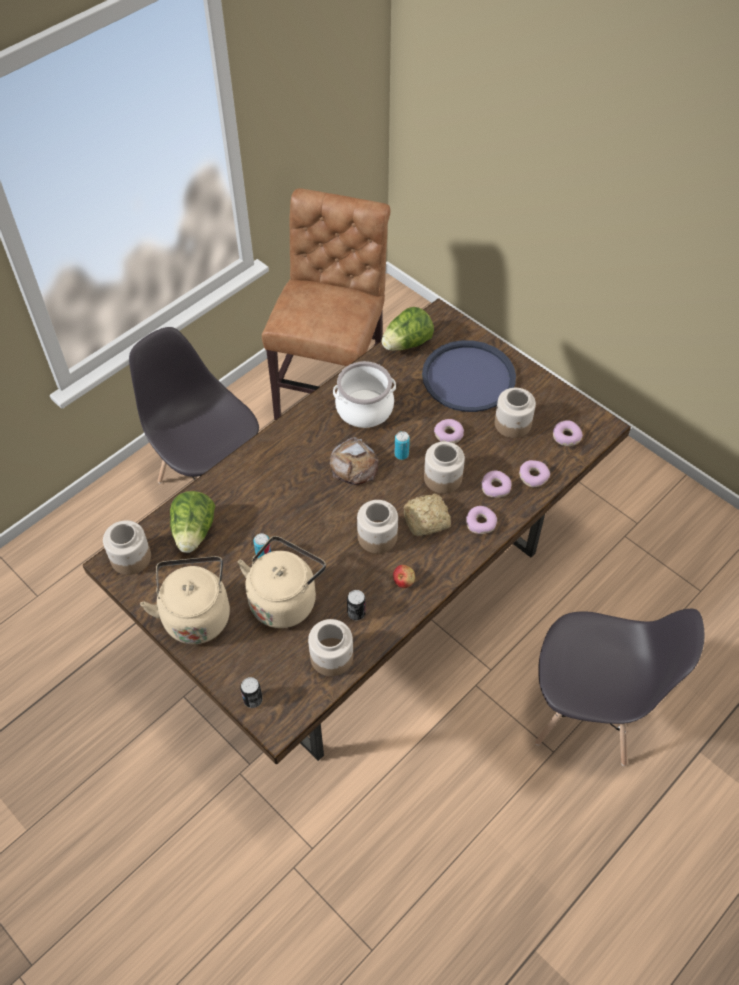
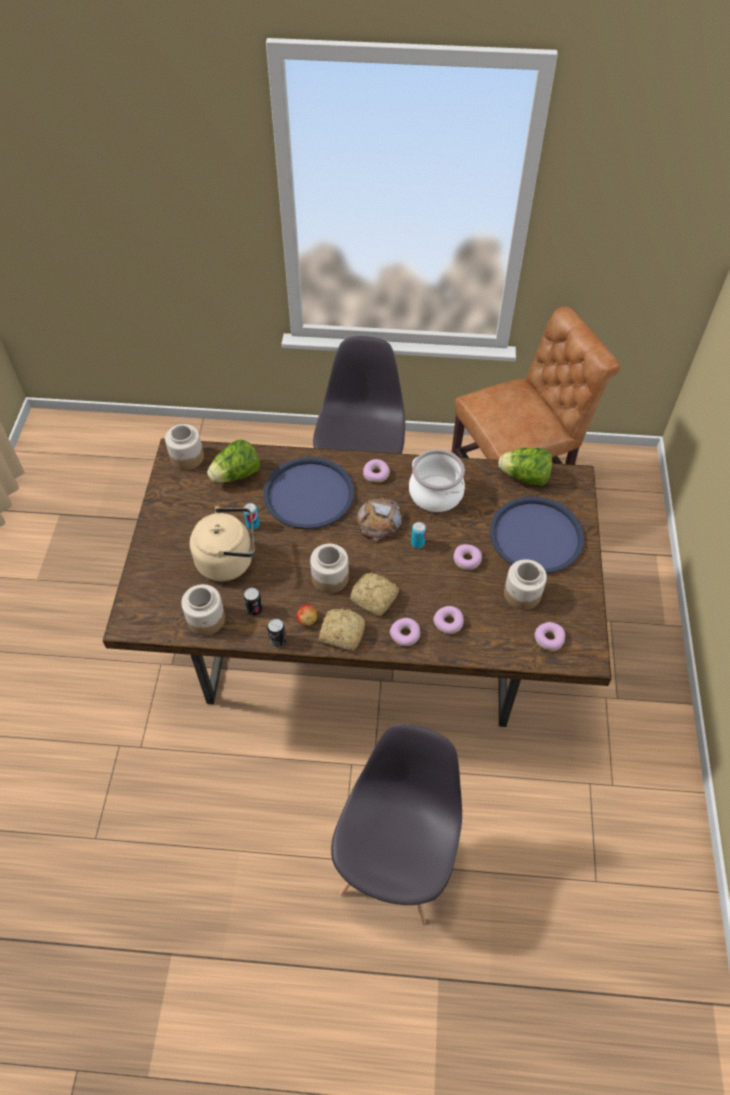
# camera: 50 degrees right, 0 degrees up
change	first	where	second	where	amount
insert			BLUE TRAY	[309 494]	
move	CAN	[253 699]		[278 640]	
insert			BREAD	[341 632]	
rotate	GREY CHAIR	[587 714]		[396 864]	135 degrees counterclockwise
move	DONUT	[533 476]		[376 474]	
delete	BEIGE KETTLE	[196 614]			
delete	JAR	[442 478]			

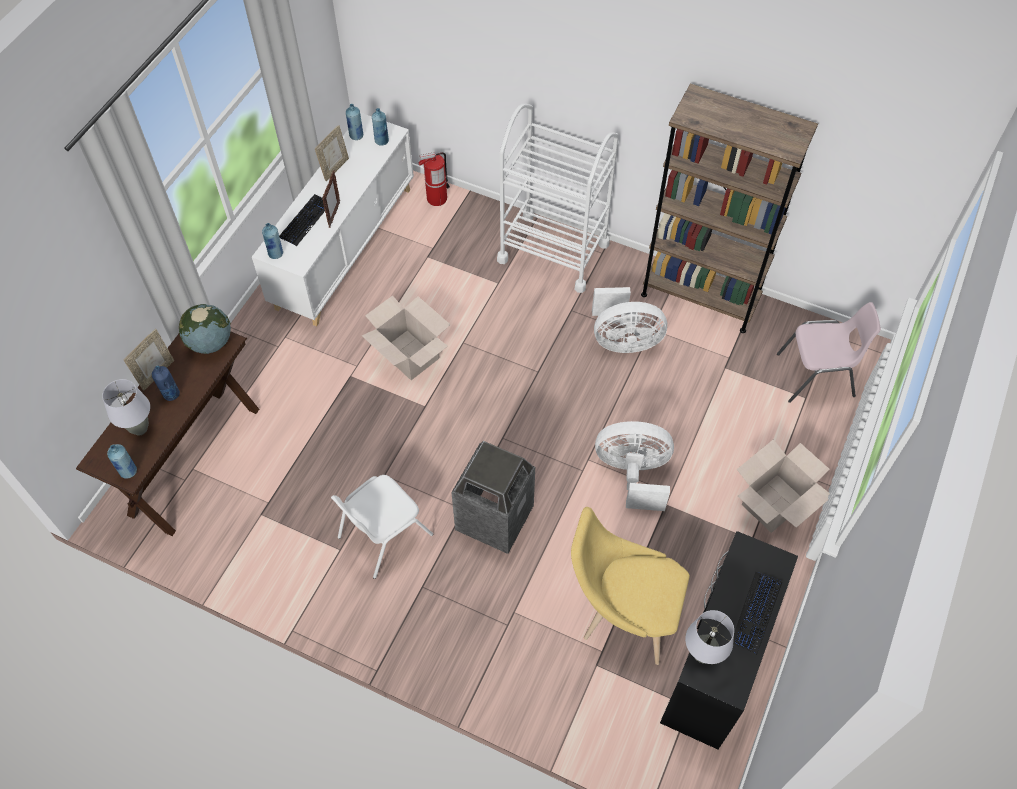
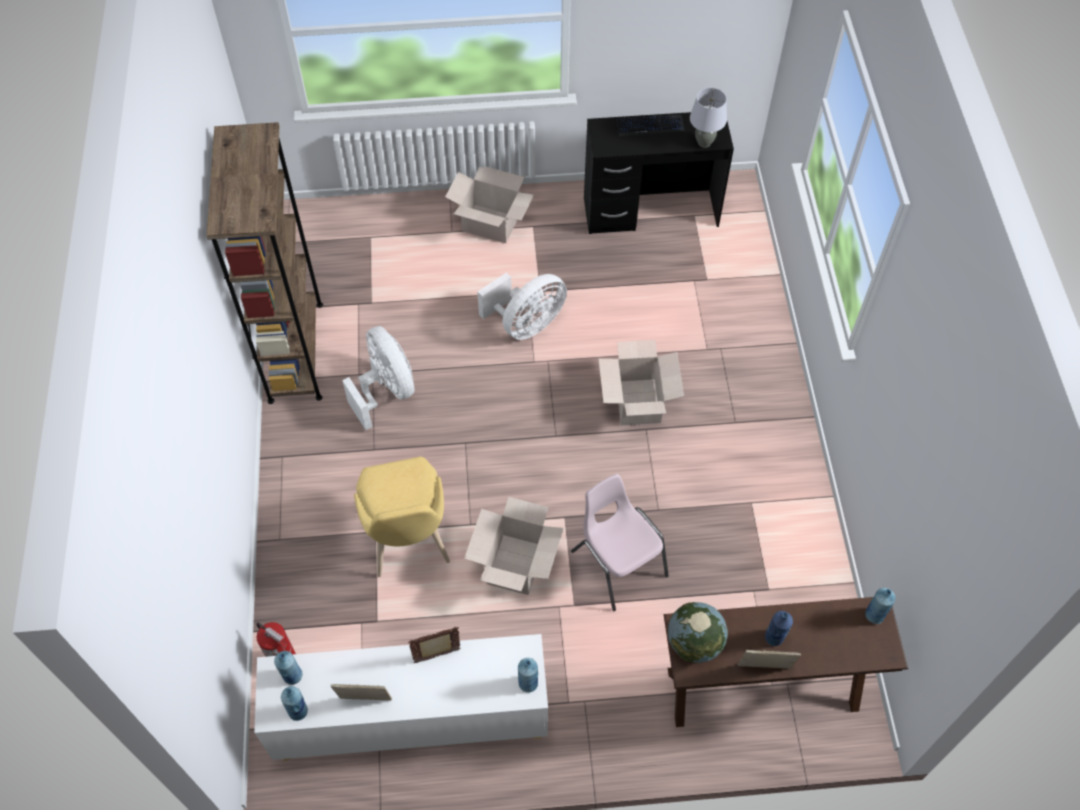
# camera: 120 degrees left, 0 degrees up
change	first	where	second	where	amount
move	YELLOW CHAIR	[622 614]		[408 542]	
rotate	WHITE FAN	[633 474]		[526 324]	105 degrees counterclockwise
move	PINK CHAIR	[817 376]		[618 562]	
replace	TRASH CAN	[494 519]	CARDBOARD BOX	[638 402]	
delete	GREY TABLE LAMP	[140 429]			
delete	KEYBOARD	[305 220]			
delete	WHITE CHAIR	[383 536]			
delete	WHITE CART	[553 252]			

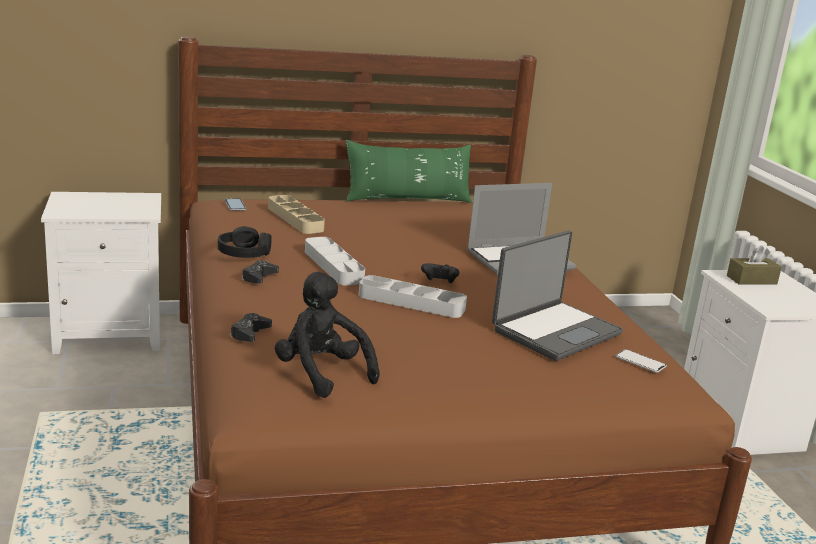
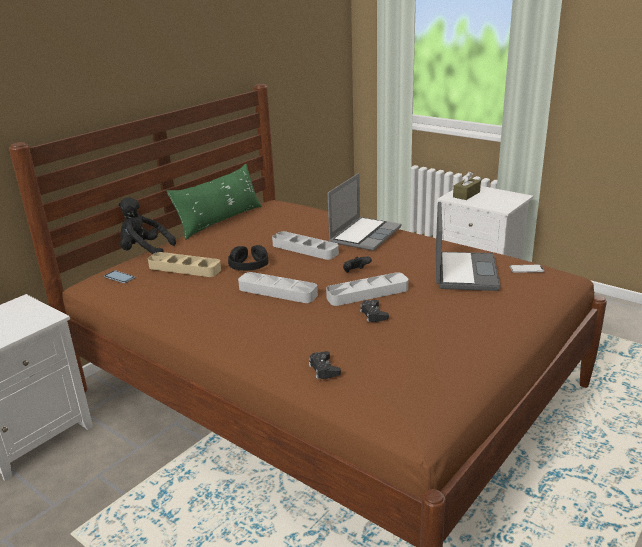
# camera: 35 degrees left, 5 degrees up
change	first	where	second	where	amount
move	BLACK PLUSH TOY	[321 374]		[144 251]	
move	BLACK HEADPHONES	[244 253]		[249 265]	
insert			GREY TRAY	[305 249]	
move	BLACK GAME CONTROLLER	[259 277]		[373 314]	

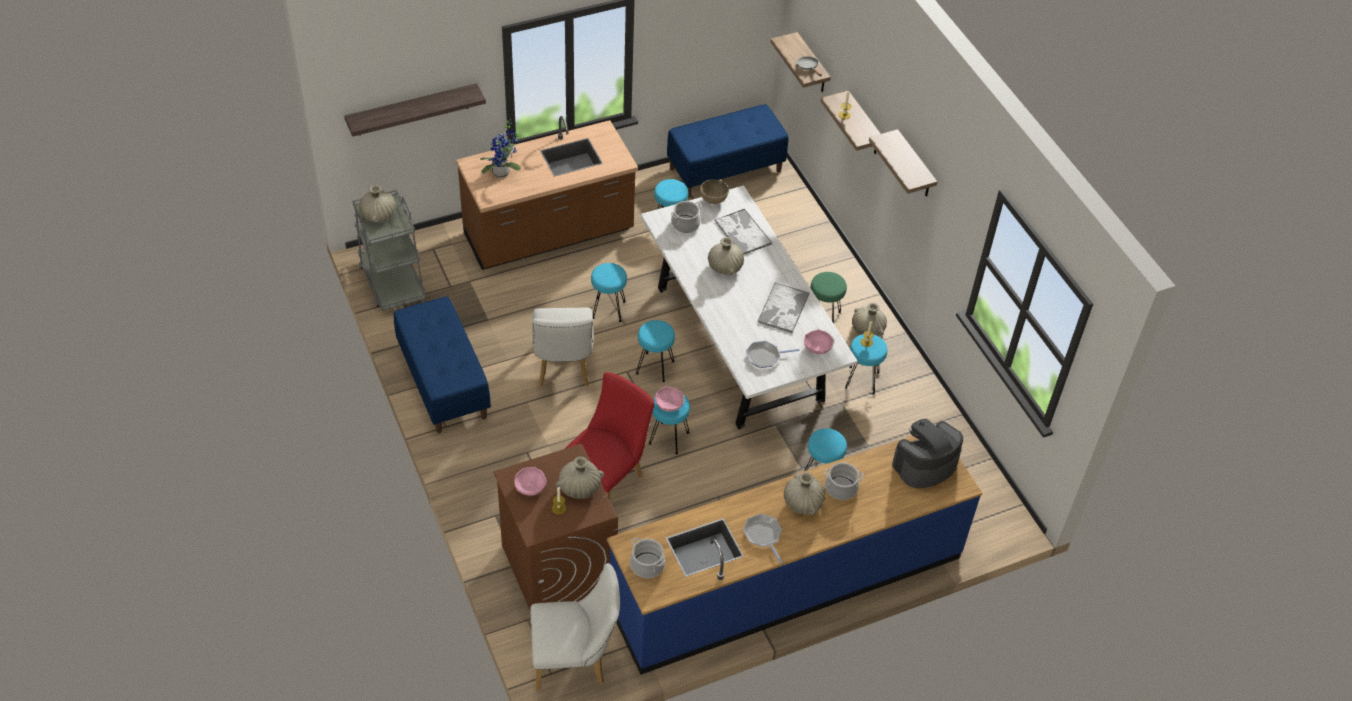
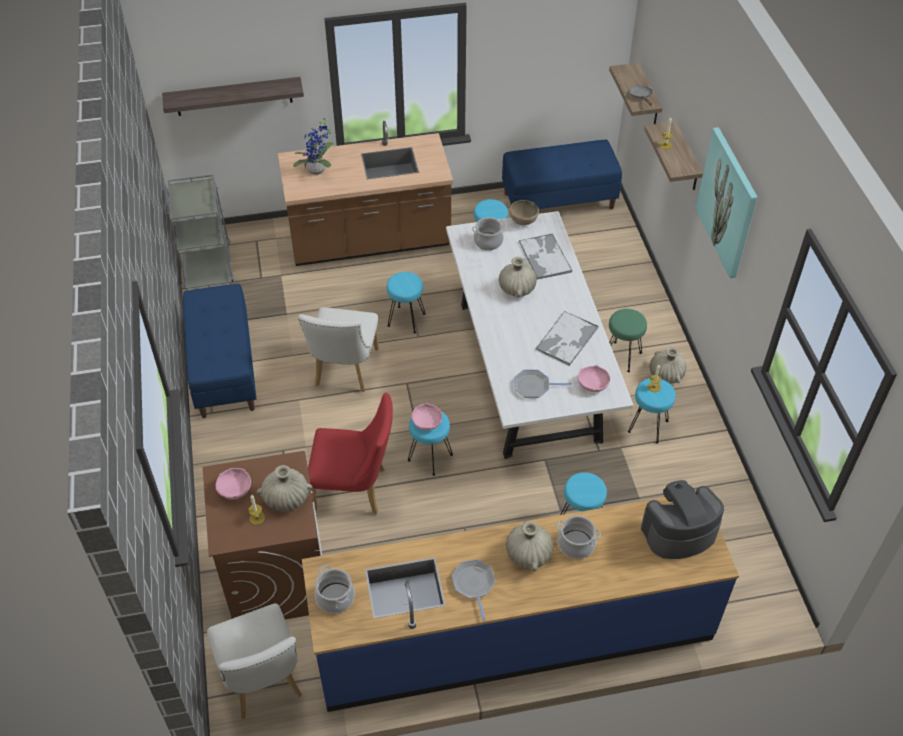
# camera: 15 degrees right, 0 degrees up
change	first	where	second	where	amount
rotate	WHITE CHAIR	[575 660]		[263 683]	60 degrees clockwise
rotate	RED CHAIR	[607 478]		[355 490]	45 degrees clockwise
replace	SHELF	[915 166]	PICTURE	[728 202]	
delete	BEIGE VASE	[378 215]			
delete	TURQUOISE STOOL	[654 367]			

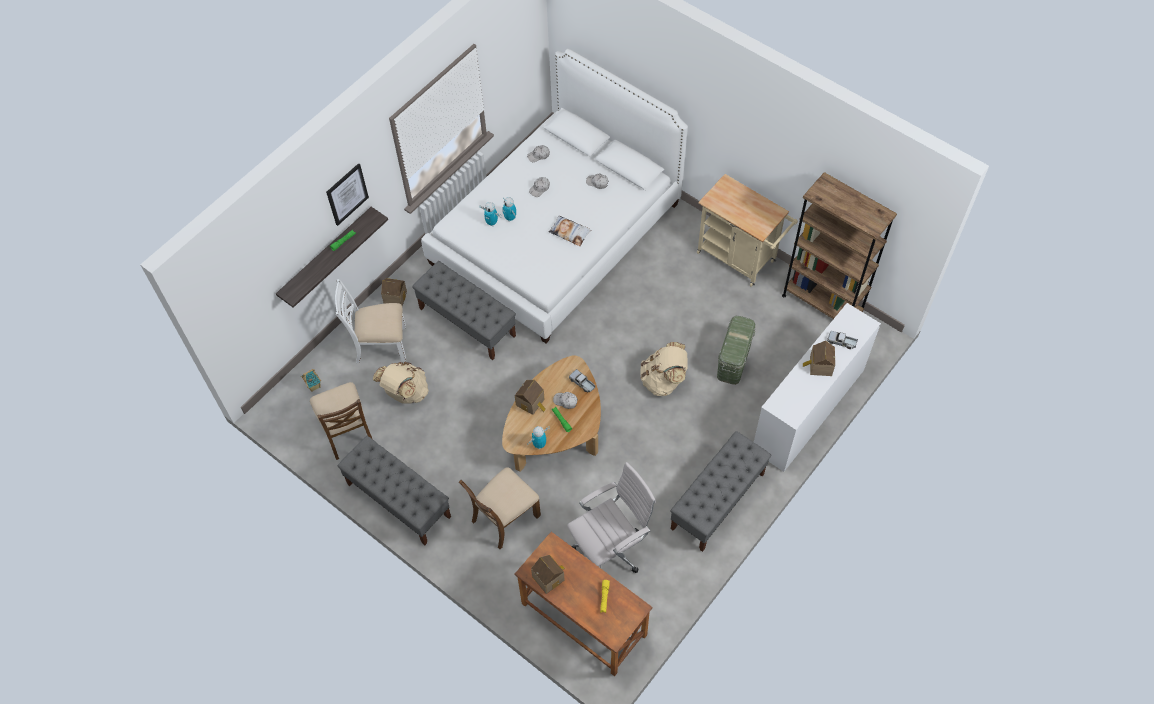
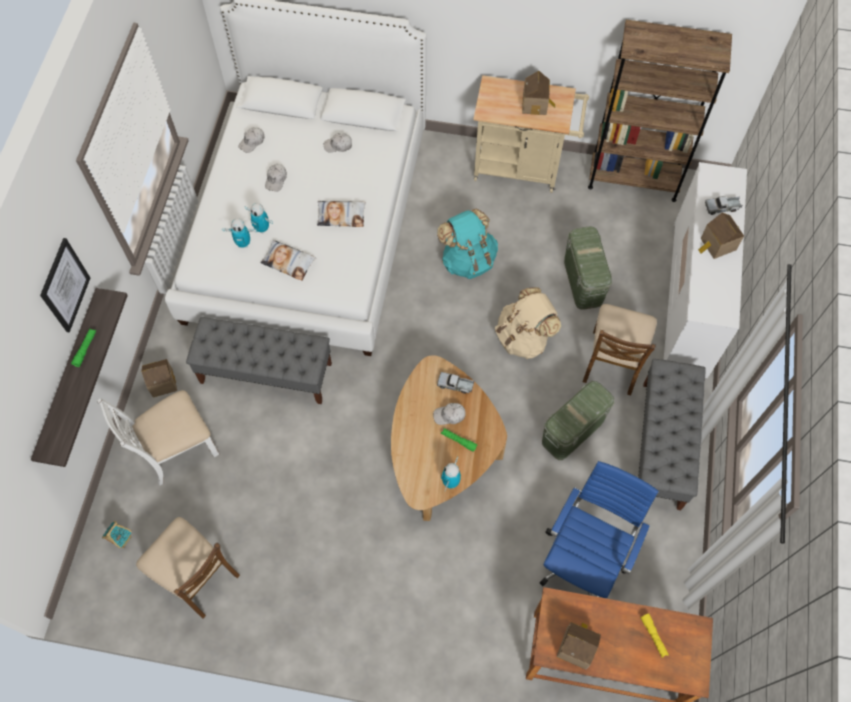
# camera: 30 degrees left, 5 degrees up
change	first	where	second	where	amount
insert			PILLOW	[288 262]	
insert			TURQUOISE BACKPACK	[468 260]	
move	TOY HOUSE	[531 402]		[536 104]	
recolor	WHITE OFFICE CHAIR	[611 548]	BLUE OFFICE CHAIR	[583 559]	
insert			GREEN STORAGE BOX	[572 431]	
move	BROWN CHAIR	[504 518]		[613 362]	
delete	GREY BENCH	[398 500]			
delete	BEIGE BACKPACK	[405 393]			

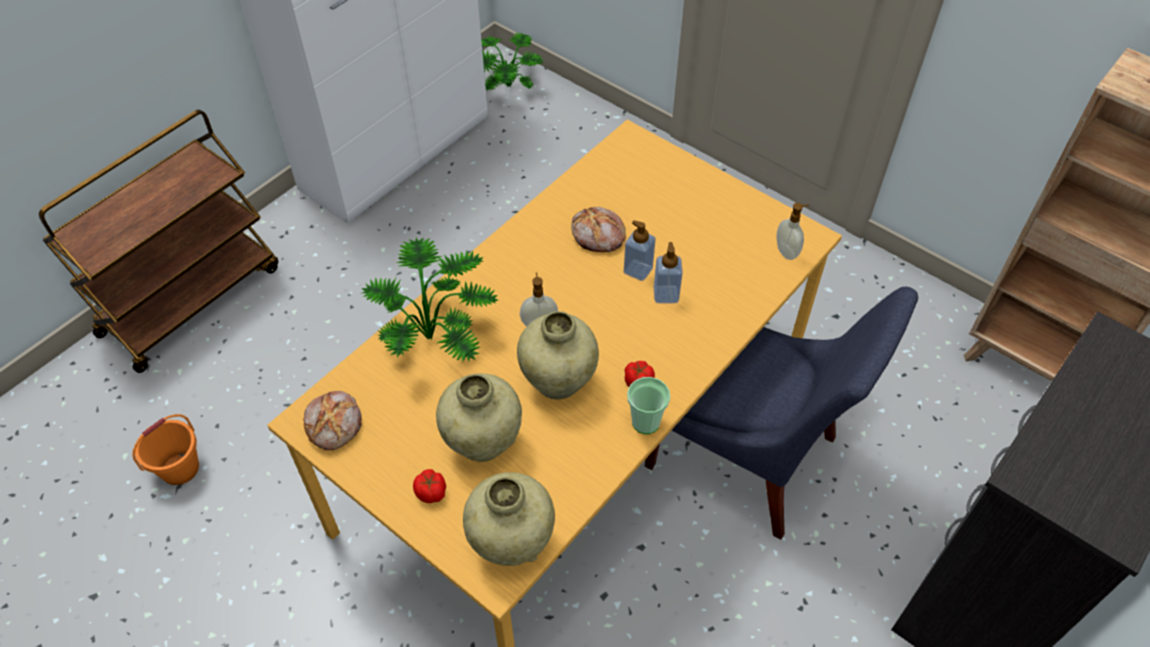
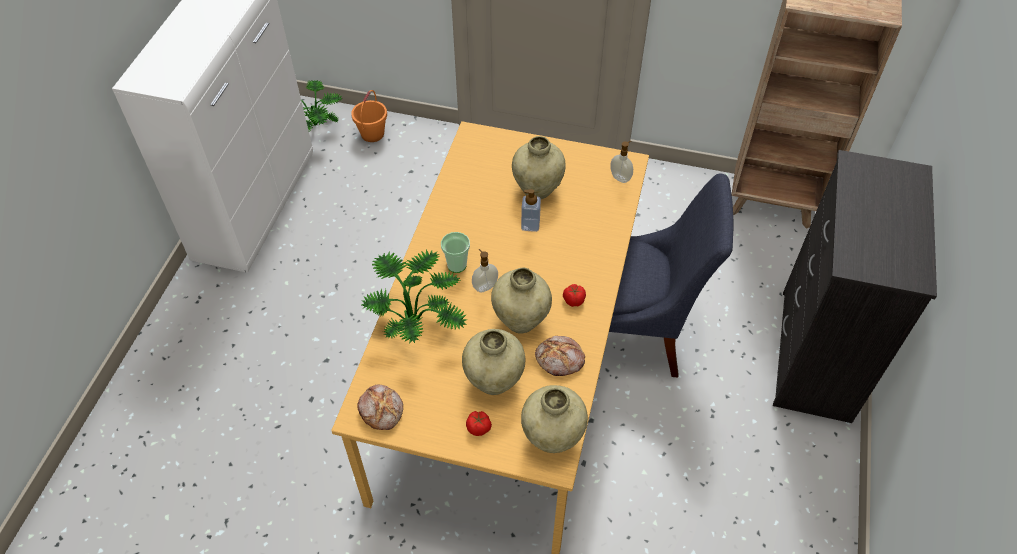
# camera: 25 degrees left, 0 degrees up
change	first	where	second	where	amount
move	ORANGE BUCKET	[180 468]		[372 134]	
move	CUP	[645 422]		[456 265]	
insert			BEIGE VASE	[537 189]	
move	BREAD	[597 236]		[560 360]	
delete	BROWN CART	[191 299]			
delete	SOAP DISPENSER	[666 295]			

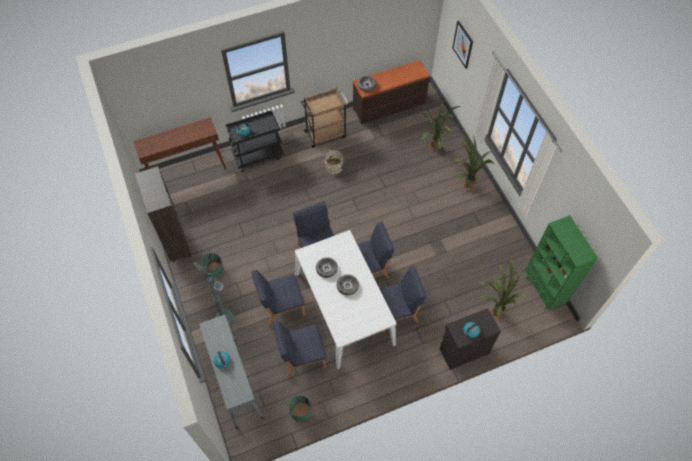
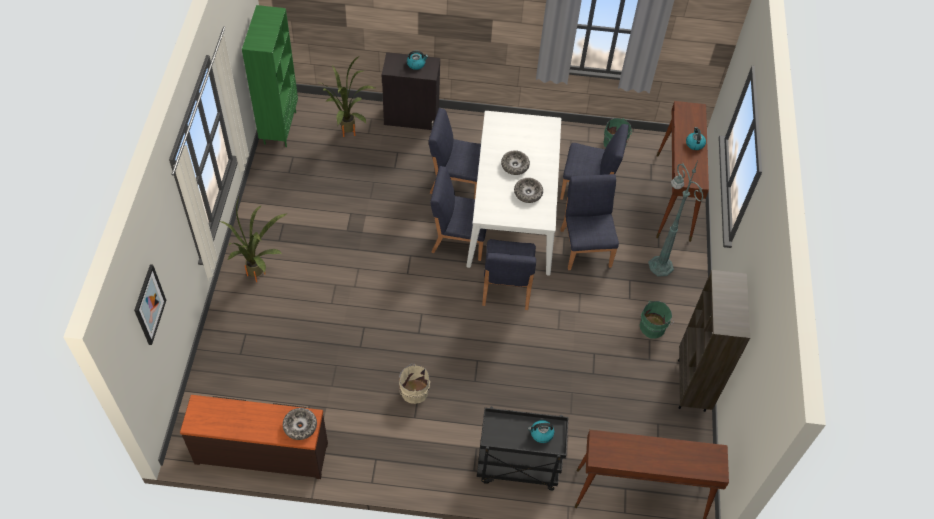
# camera: 155 degrees left, 5 degrees down
change	first	where	second	where	amount
rotate	BLUE CHAIR	[281 306]		[586 247]	105 degrees counterclockwise
recolor	GREY CONSOLE TABLE	[235 382]	BROWN CONSOLE TABLE	[673 197]	
delete	BROWN CART	[326 134]			
delete	POTTED PLANT	[432 149]			

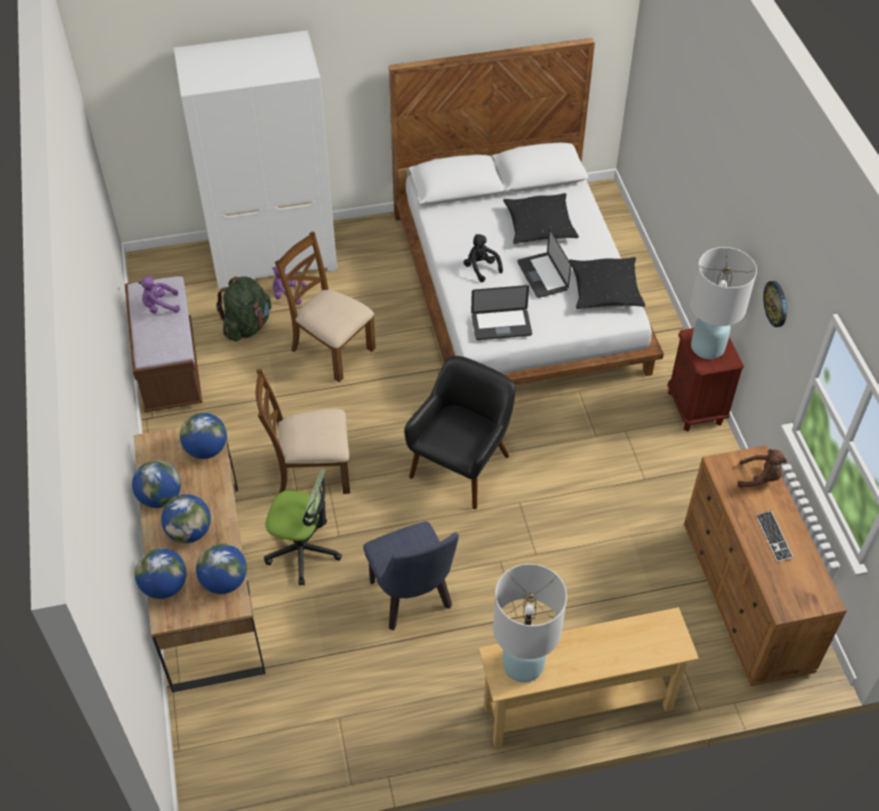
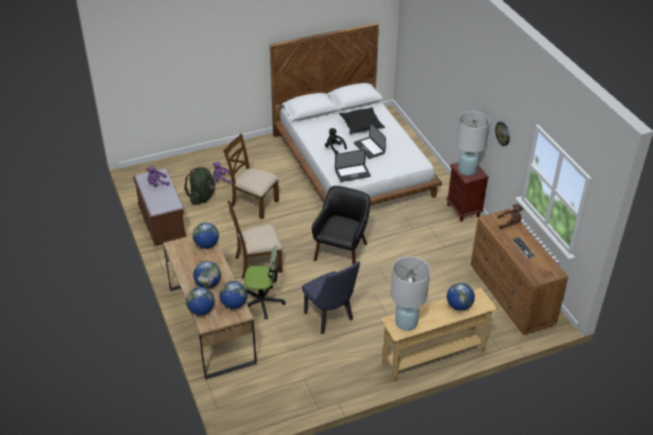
# camera: 10 degrees left, 10 degrees down
change	first	where	second	where	amount
move	GLOBE	[160 497]		[459 306]	
delete	WHITE WARDROBE	[274 255]			
delete	BLACK PILLOW	[605 290]			

